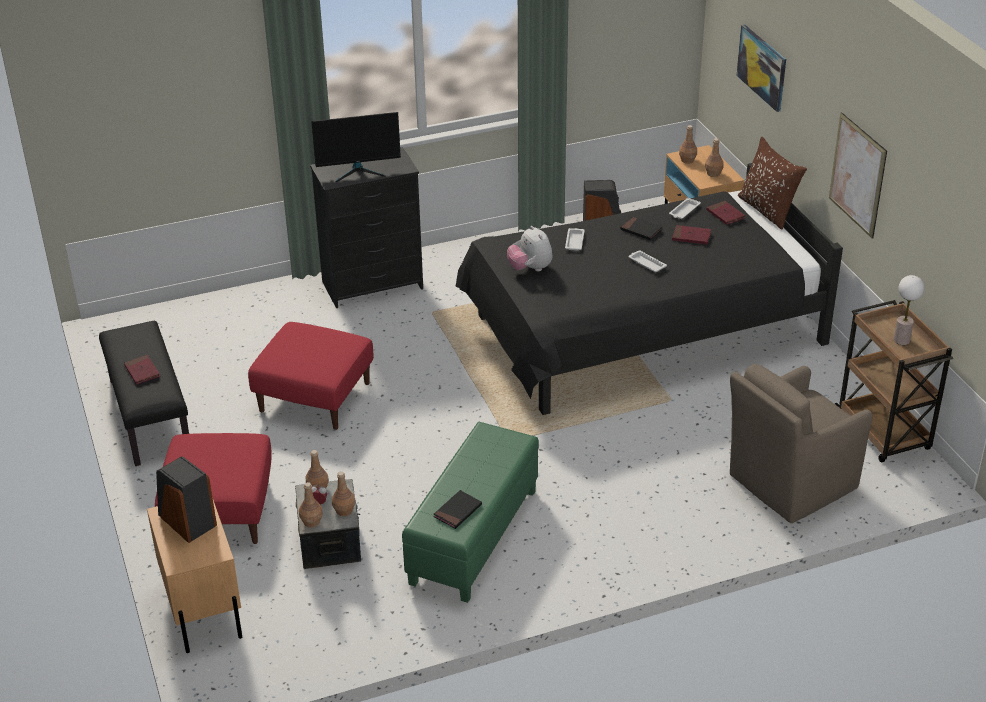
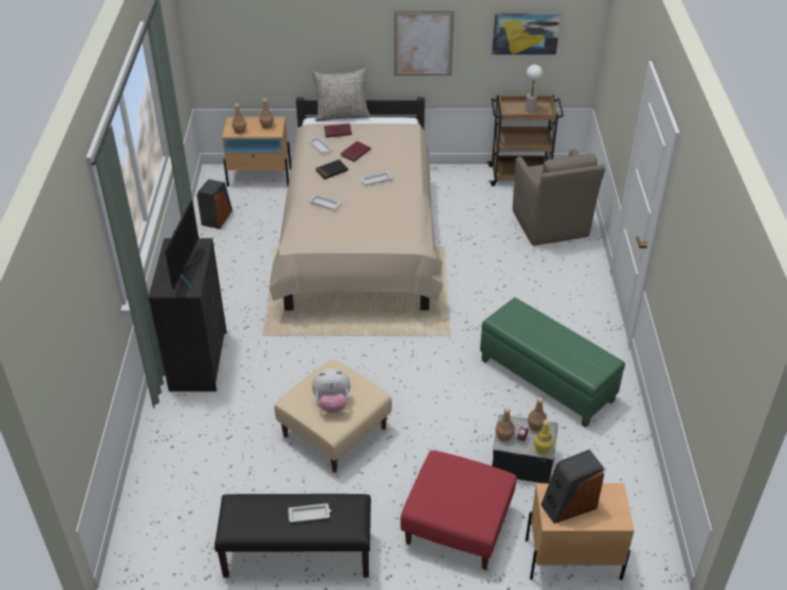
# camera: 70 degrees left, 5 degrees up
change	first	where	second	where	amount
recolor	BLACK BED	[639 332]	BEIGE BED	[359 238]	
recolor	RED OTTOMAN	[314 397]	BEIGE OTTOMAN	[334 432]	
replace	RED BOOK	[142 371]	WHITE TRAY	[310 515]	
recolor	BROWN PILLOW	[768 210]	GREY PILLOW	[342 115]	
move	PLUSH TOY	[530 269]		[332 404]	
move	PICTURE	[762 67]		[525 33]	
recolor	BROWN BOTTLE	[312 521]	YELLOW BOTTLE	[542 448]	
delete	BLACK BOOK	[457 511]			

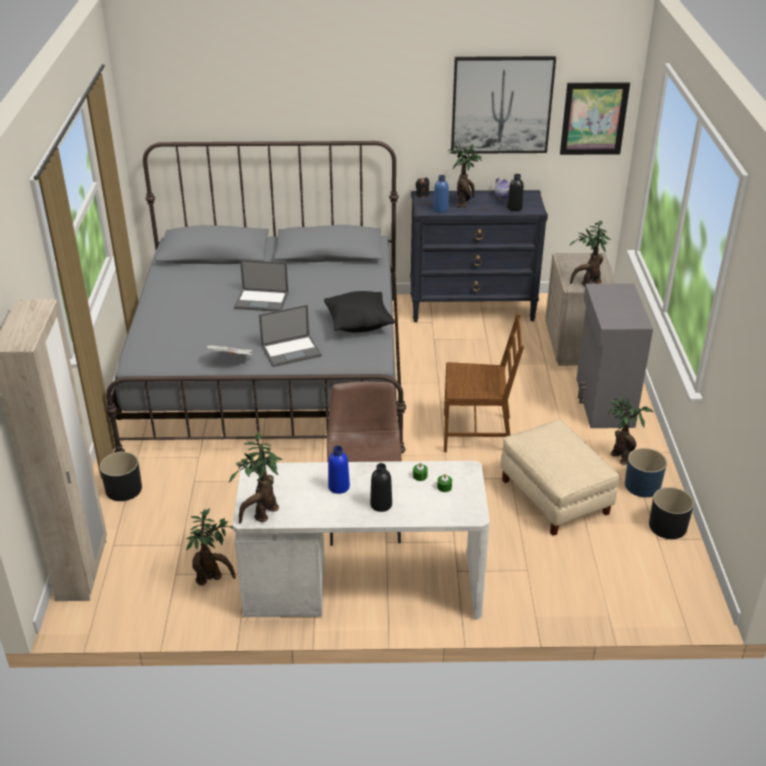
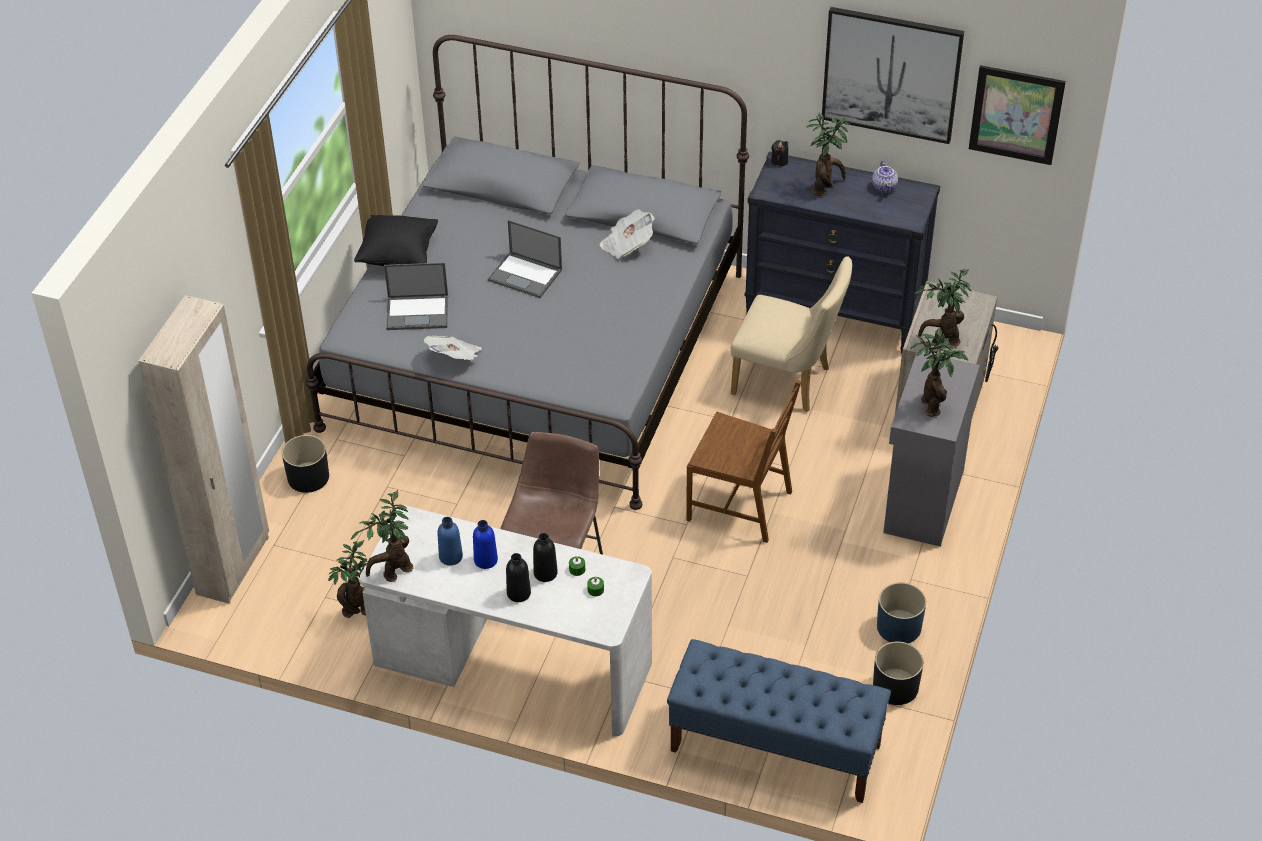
# camera: 20 degrees right, 10 degrees up
change	first	where	second	where	amount
move	BLACK PILLOW	[359 325]		[398 256]	
move	LAPTOP	[291 350]		[418 312]	
move	BLUE BOTTLE	[440 209]		[451 557]	
move	BLACK BOTTLE	[514 208]		[545 573]	
insert			NEWSPAPER	[627 245]	
insert			BLUE BENCH	[774 748]	
insert			BEIGE CHAIR	[788 382]	
move	POTTED PLANT	[620 456]		[931 404]	
delete	BEIGE OTTOMAN	[555 496]			

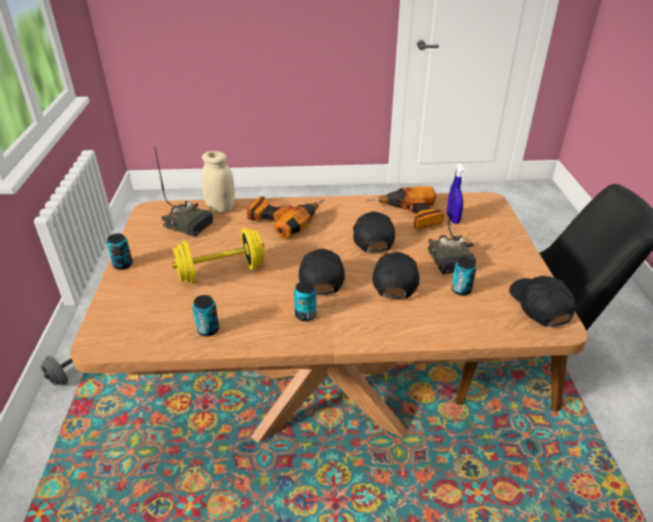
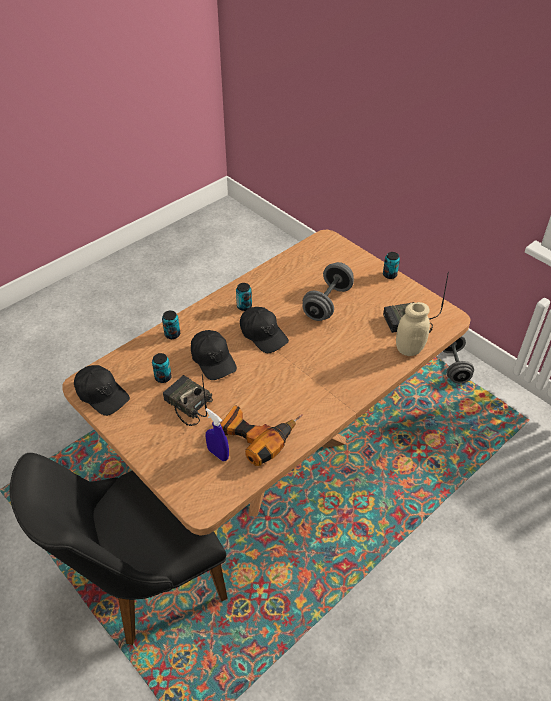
# camera: 140 degrees right, 10 degrees up
change	first	where	second	where	amount
move	CAN	[208 329]		[172 334]	
recolor	YELLOW DUMBBELL	[221 272]	GREY DUMBBELL	[327 303]	
delete	POWER DRILL	[283 219]			
delete	BLACK CAP	[372 238]			

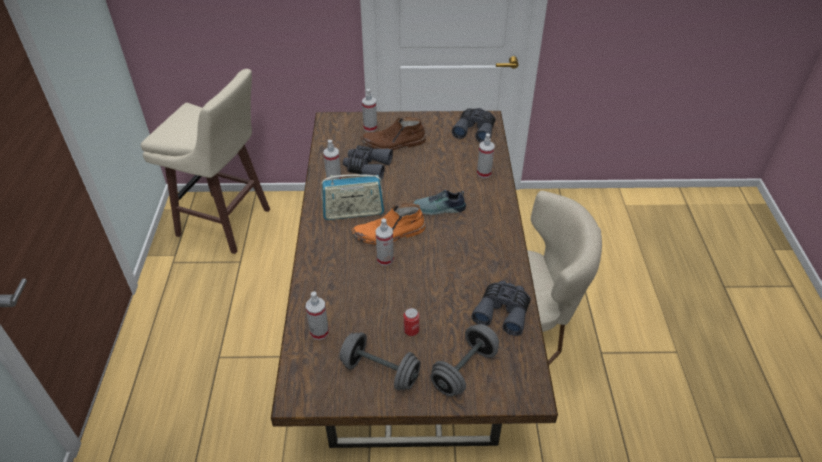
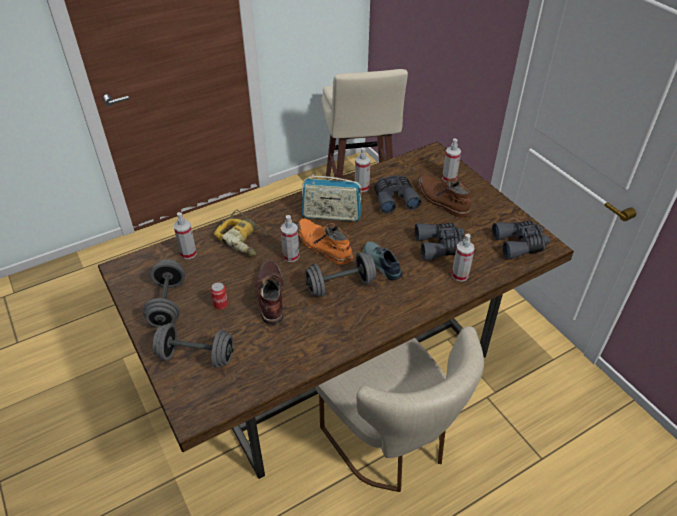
# camera: 60 degrees right, 0 degrees up
change	first	where	second	where	amount
insert			POWER DRILL	[243 238]	
insert			BROWN BOOT	[270 296]	
rotate	RADIO	[353 212]		[331 215]	45 degrees counterclockwise
insert			GREY DUMBBELL	[340 285]	
move	GREY BINOCULARS	[503 311]		[440 246]	

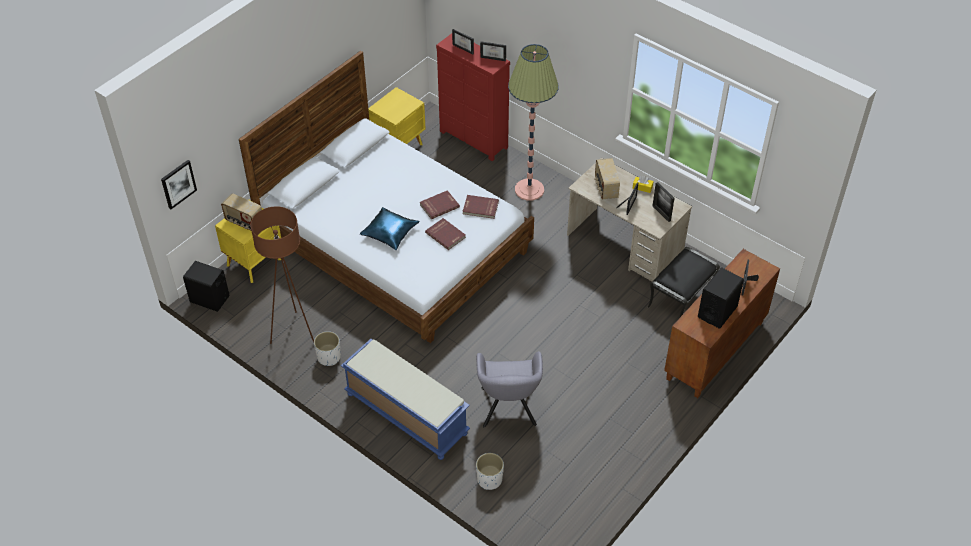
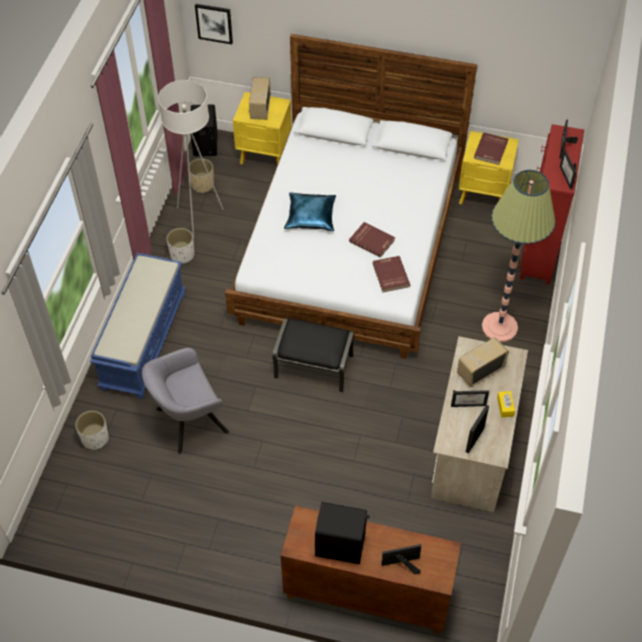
# camera: 65 degrees right, 5 degrees up
change	first	where	second	where	amount
recolor	BROWN FLOOR LAMP	[294 332]	WHITE FLOOR LAMP	[198 217]	
insert			BEIGE PLANTER	[202 185]	
move	BLACK OTTOMAN	[680 297]		[314 366]	
move	RED BOOK	[446 235]		[491 150]	

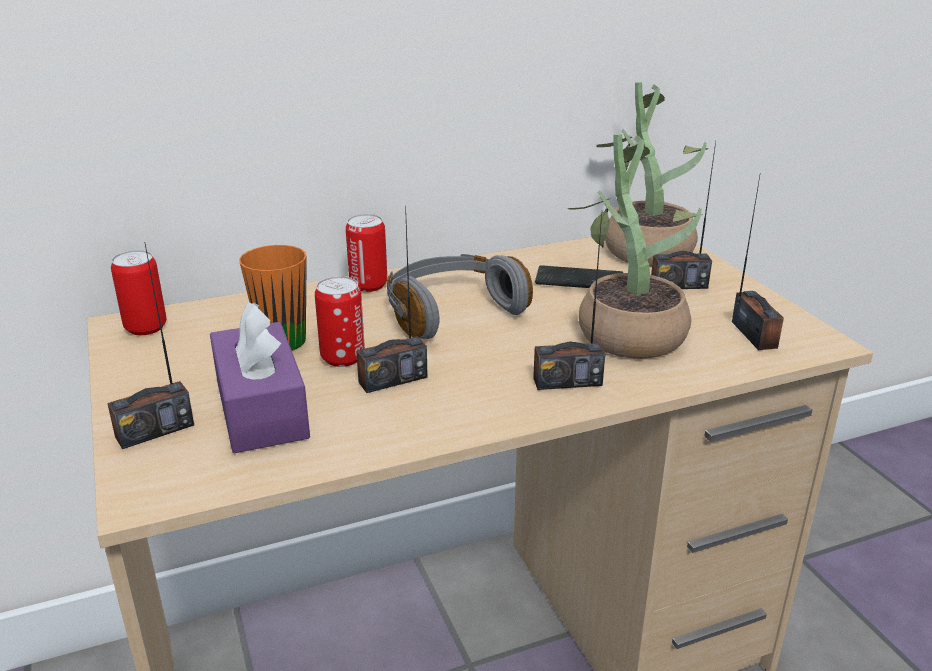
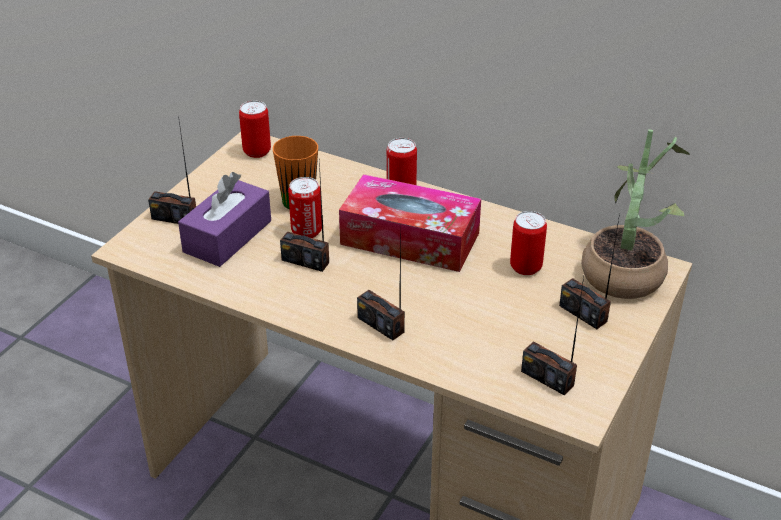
# camera: 50 degrees right, 10 degrees up
change	first	where	second	where	amount
replace	GREY HEADPHONES	[451 311]	TISSUE BOX	[410 239]	
replace	PHONE	[579 281]	CAN	[525 267]	
rotate	RADIO	[753 334]		[547 378]	90 degrees clockwise
delete	POTTED PLANT	[624 330]			

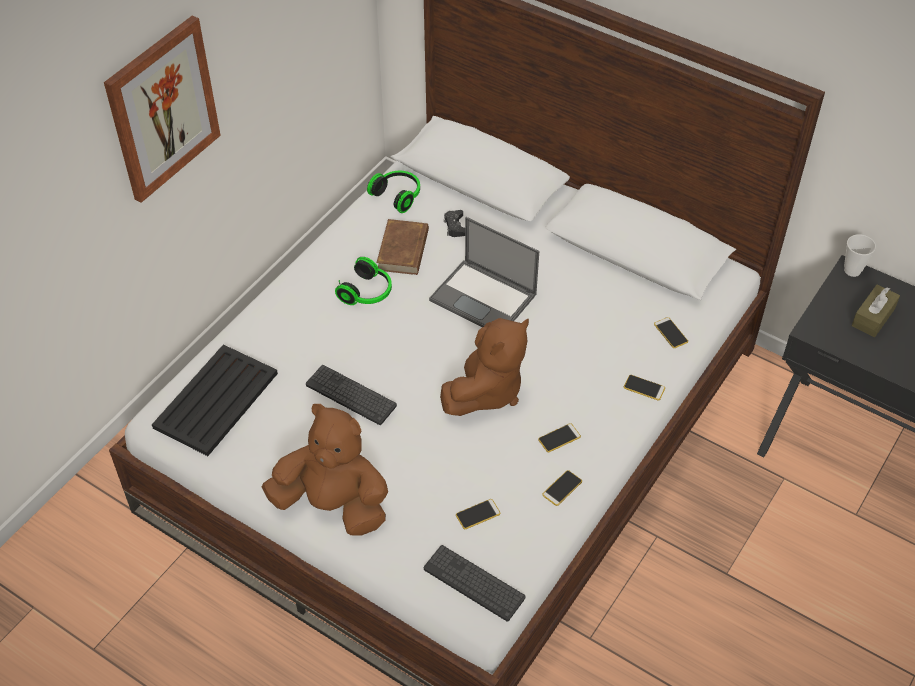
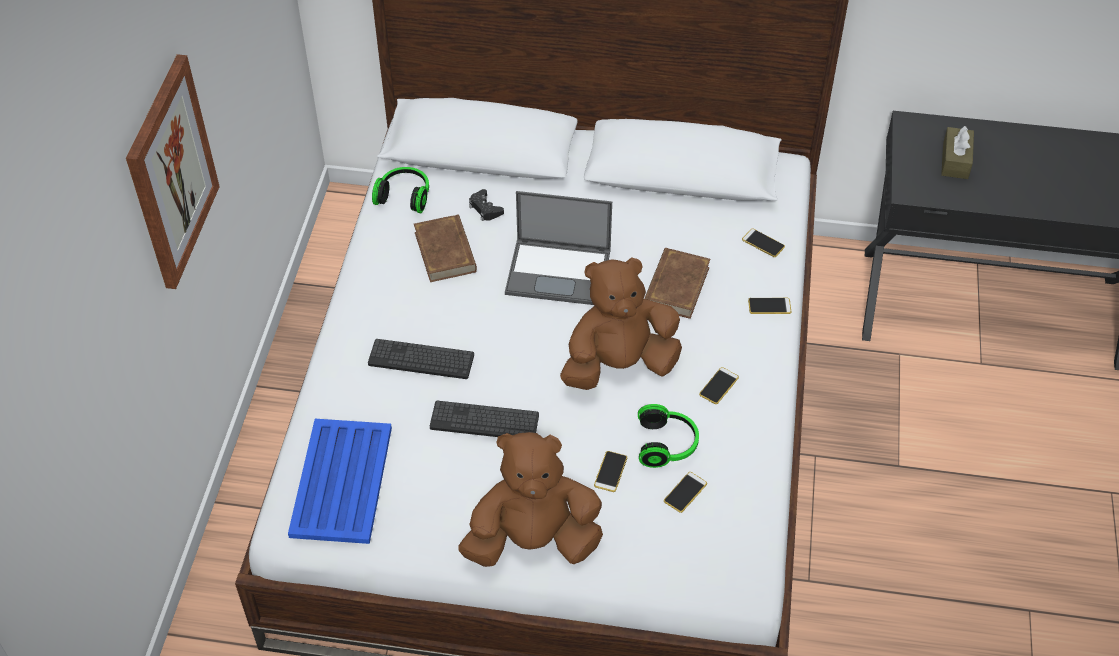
# camera: 25 degrees left, 0 degrees up
change	first	where	second	where	amount
recolor	BLACK TRAY	[217 399]	BLUE TRAY	[342 480]	
move	KEYBOARD	[474 583]		[421 359]	
rotate	BROWN PLUSH TOY	[486 390]		[618 365]	120 degrees counterclockwise
move	PHONE	[562 488]		[610 472]	
move	HEADPHONES	[368 293]		[667 445]	
insert			BROWN BOOK	[676 287]	
delete	CUP	[852 270]			

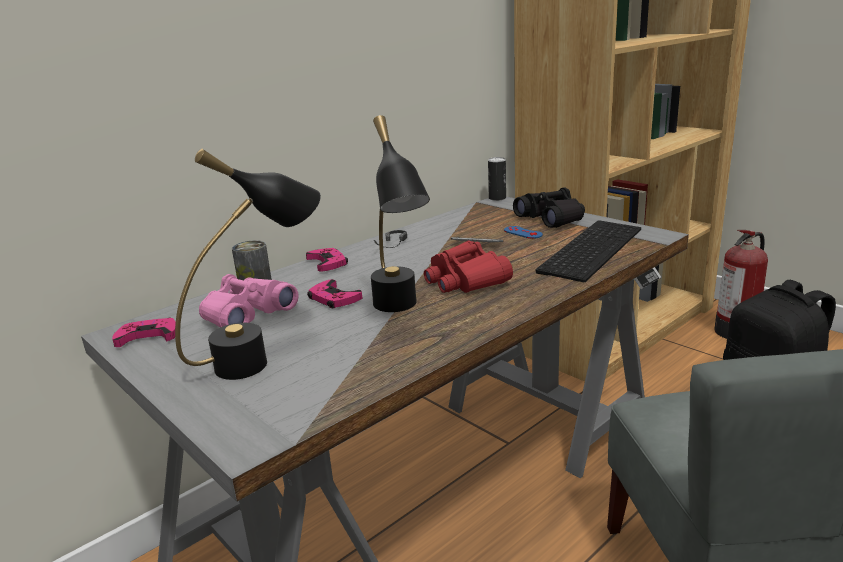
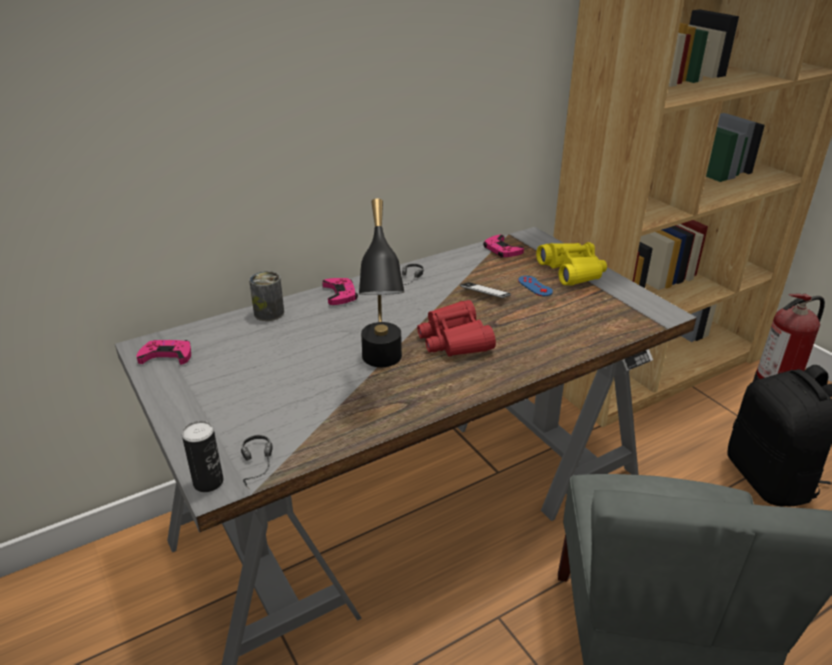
# camera: 10 degrees right, 10 degrees up
change	first	where	second	where	amount
move	CAN	[497 198]		[208 482]	
insert			HEADPHONES	[259 470]	
move	PINK GAME CONTROLLER	[334 299]		[502 250]	
recolor	BLACK BINOCULARS	[551 218]	YELLOW BINOCULARS	[572 271]	
delete	BLACK TABLE LAMP	[264 357]			
delete	PINK BINOCULARS	[246 314]			
delete	KEYBOARD	[589 248]			

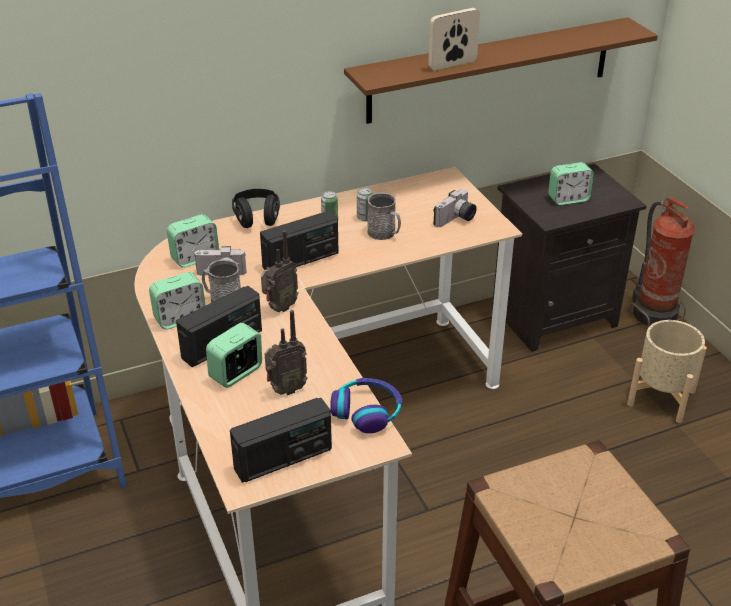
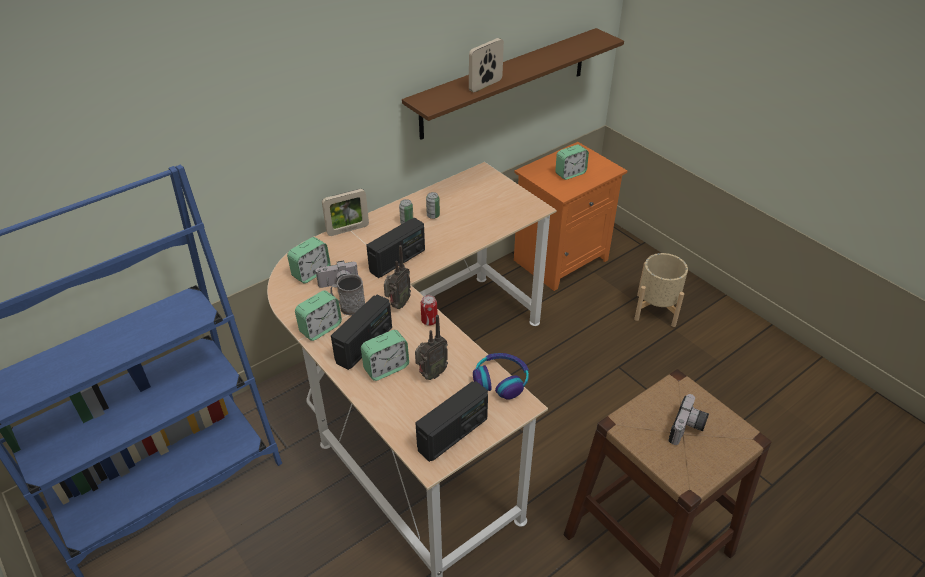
# camera: 15 degrees left, 5 degrees up
change	first	where	second	where	amount
replace	BLACK HEADPHONES	[257 218]	PICTURE FRAME	[348 230]	
rotate	ALARM CLOCK	[236 373]		[386 368]	150 degrees counterclockwise
insert			CAN	[429 321]	
recolor	BLACK NIGHTSTAND	[554 315]	ORANGE NIGHTSTAND	[560 259]	
move	PHOTO CAMERA	[456 220]		[687 429]	
delete	GREY MUG	[384 233]			
delete	FIRE EXTINGUISHER	[654 313]			

